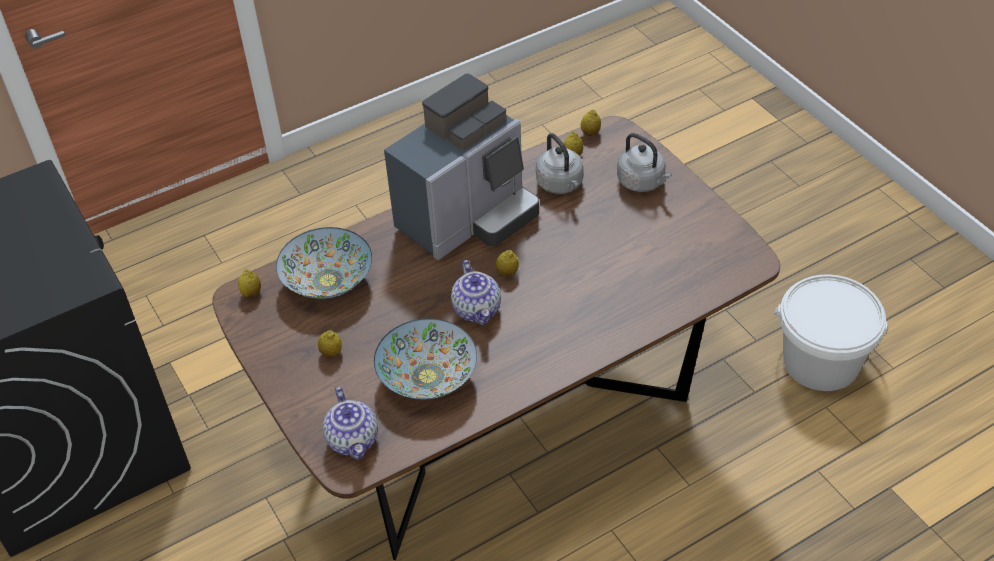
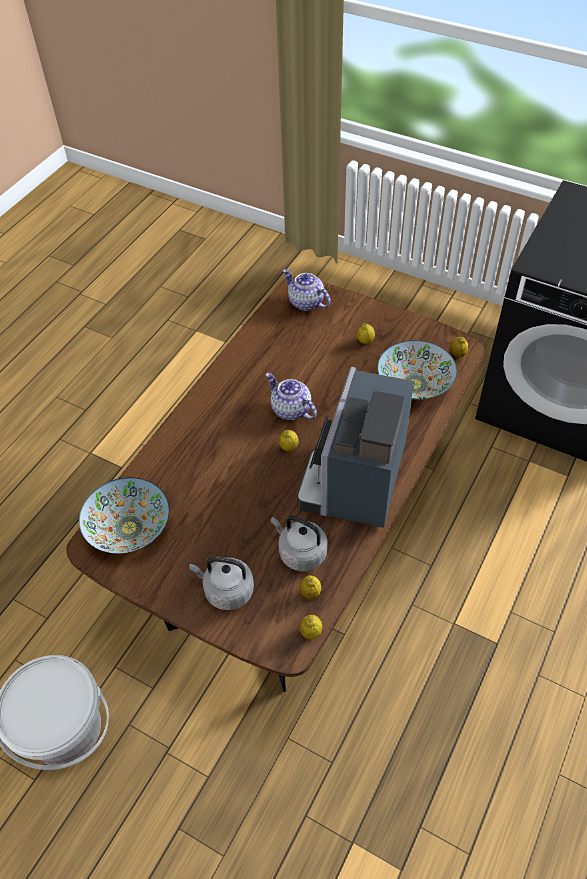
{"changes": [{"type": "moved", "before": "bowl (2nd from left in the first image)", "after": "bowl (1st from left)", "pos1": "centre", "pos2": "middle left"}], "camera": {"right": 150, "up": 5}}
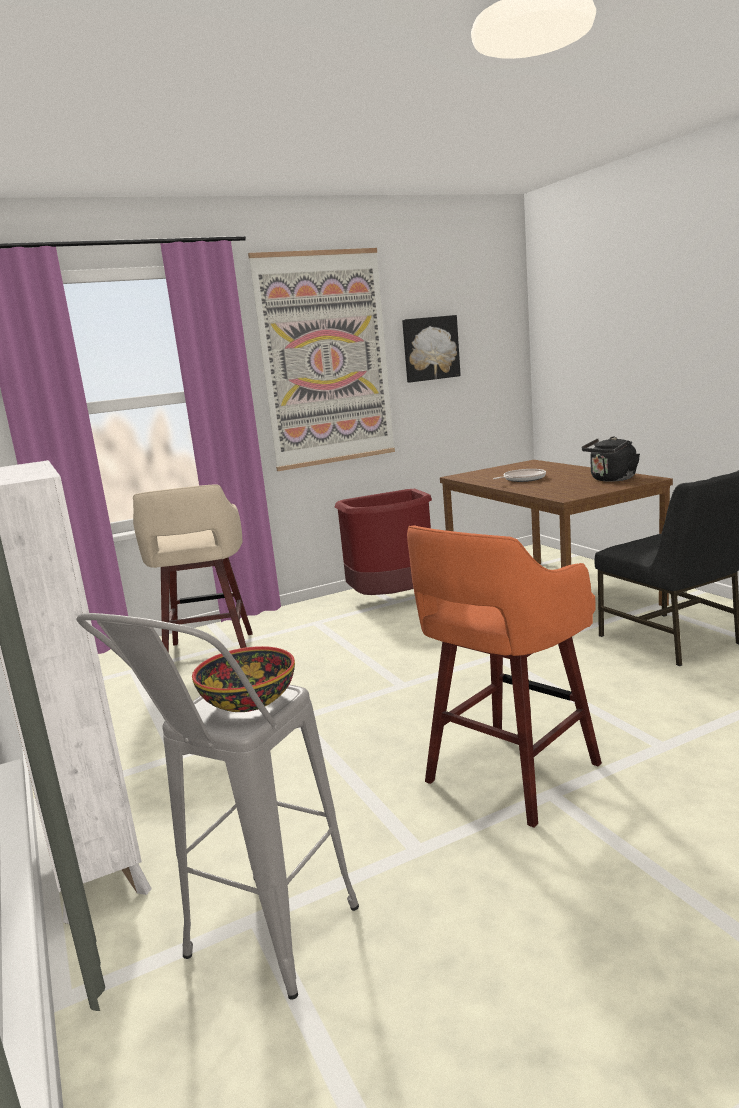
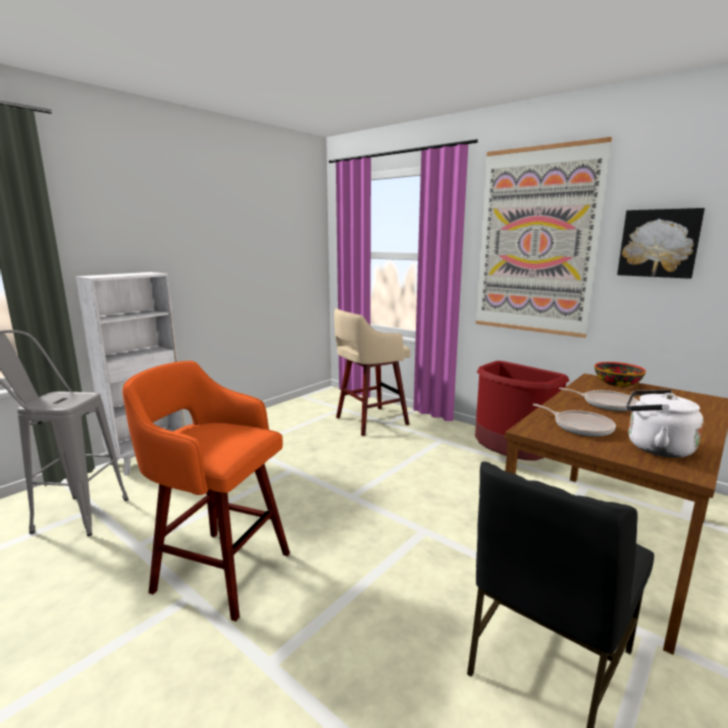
{"changes": [{"type": "moved", "before": "bowl", "pos1": "middle left", "pos2": "middle right"}, {"type": "recoloured", "before": "black kettle", "after": "white kettle", "pos1": "middle right", "pos2": "middle right"}, {"type": "added", "after": "frying pan (1st from left)", "pos2": "middle right"}], "camera": {"right": 65, "up": 0}}
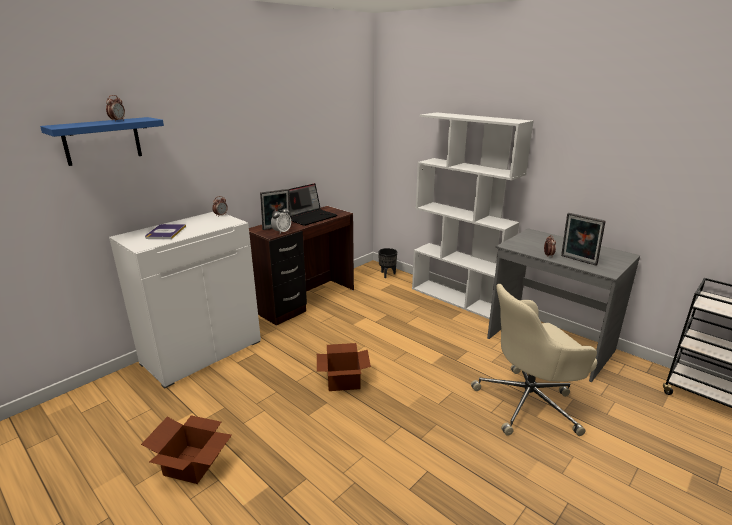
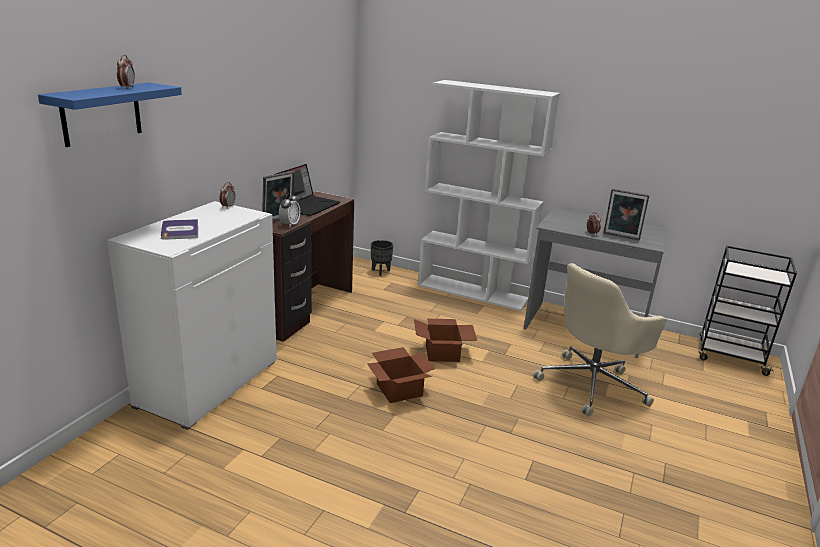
{"changes": [{"type": "moved", "before": "cardboard box (1st from left in the first image)", "after": "cardboard box (2nd from left)", "pos1": "bottom left", "pos2": "centre"}], "camera": {"right": -20, "up": 0}}
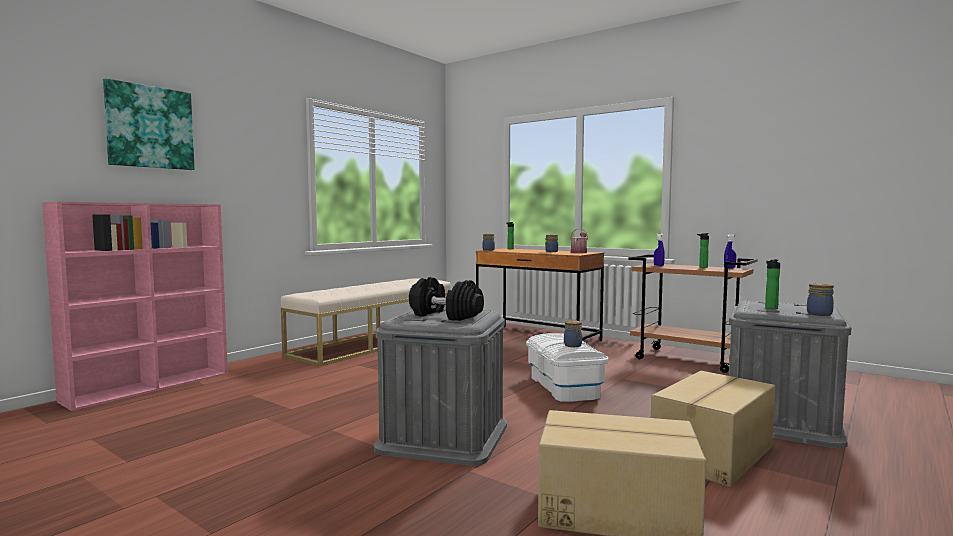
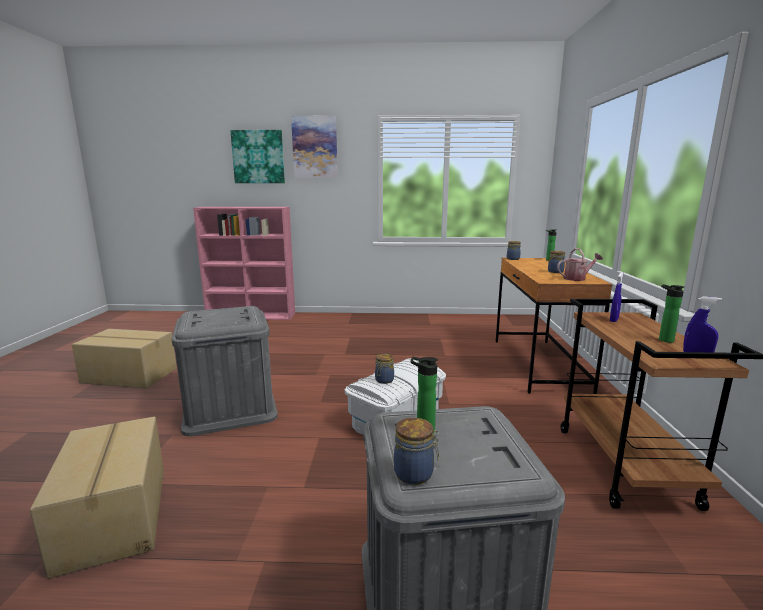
{"changes": [{"type": "removed", "before": "beige bench", "pos1": "centre"}, {"type": "removed", "before": "black dumbbell", "pos1": "centre"}, {"type": "moved", "before": "cardboard box (2nd from left)", "pos1": "bottom right", "pos2": "middle left"}, {"type": "added", "after": "picture (2nd from left)", "pos2": "top centre"}], "camera": {"right": 55, "up": 10}}
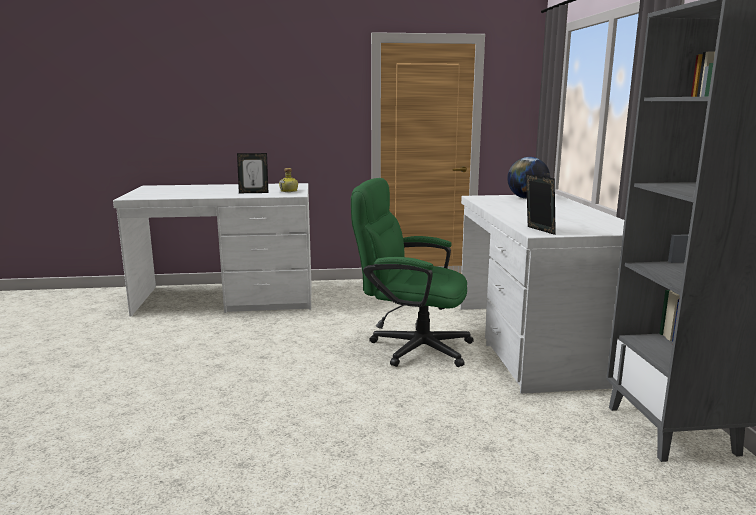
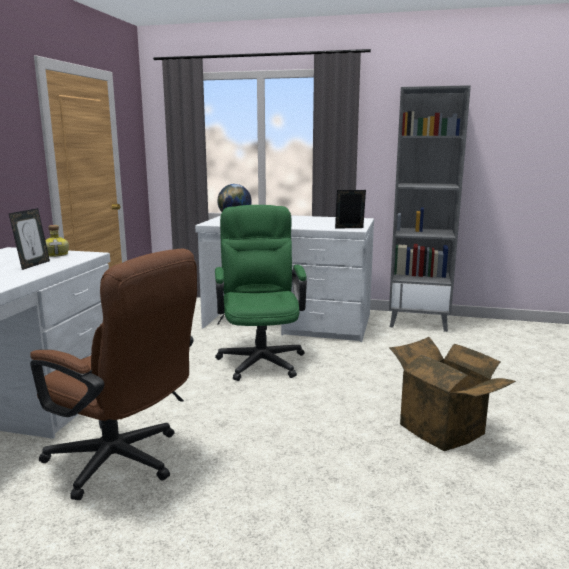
{"changes": [{"type": "turned", "before": "green office chair", "pos1": "centre", "pos2": "centre", "turn": 135}, {"type": "added", "after": "brown office chair", "pos2": "middle left"}, {"type": "added", "after": "cardboard box", "pos2": "bottom right"}], "camera": {"right": -70, "up": 0}}
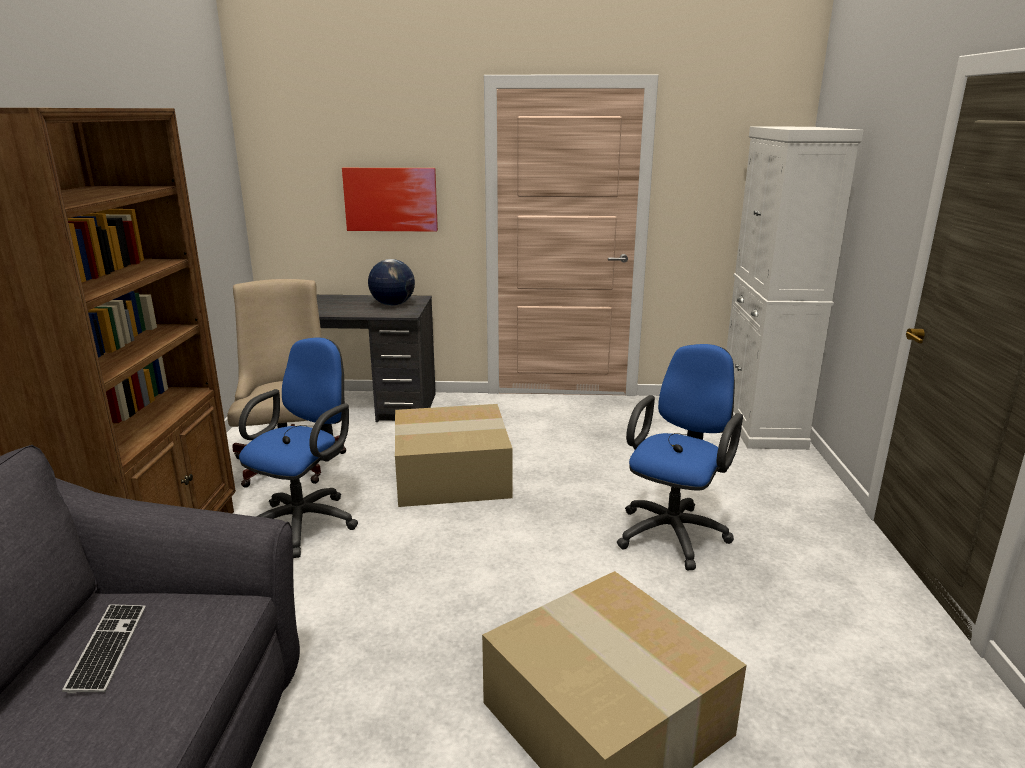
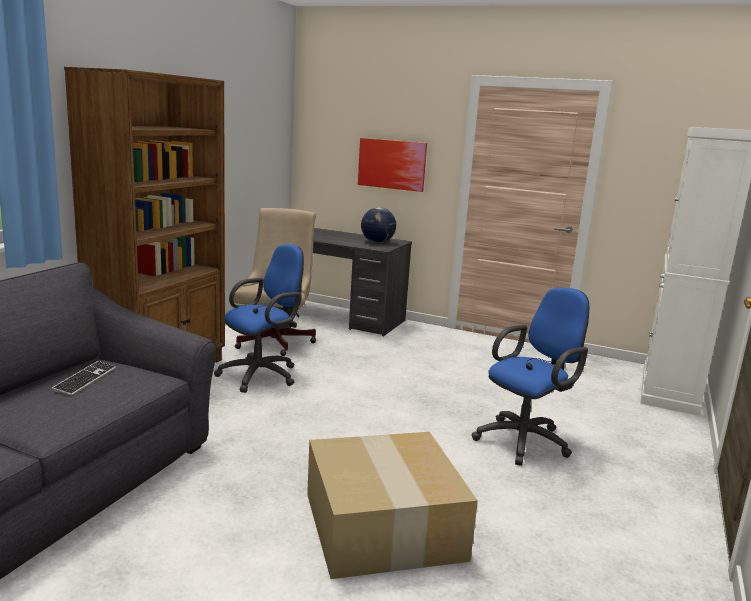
{"changes": [{"type": "removed", "before": "cardboard box (1st from left)", "pos1": "centre"}], "camera": {"right": 20, "up": -5}}
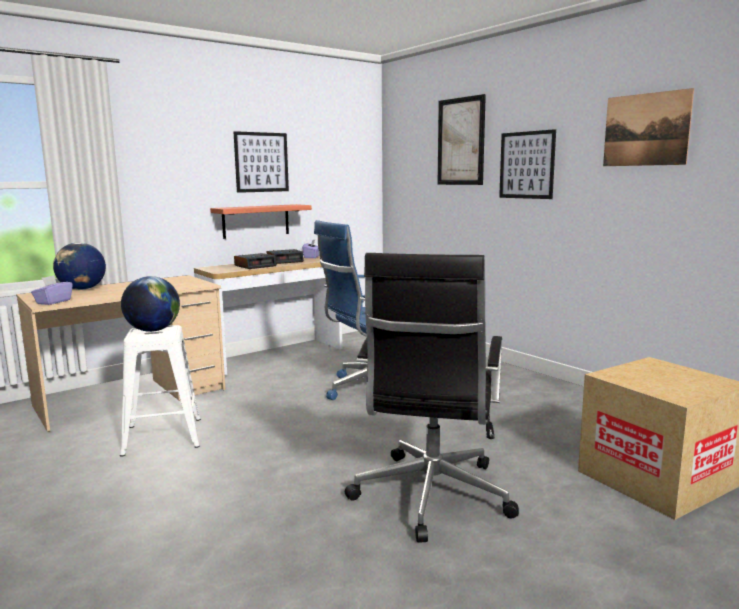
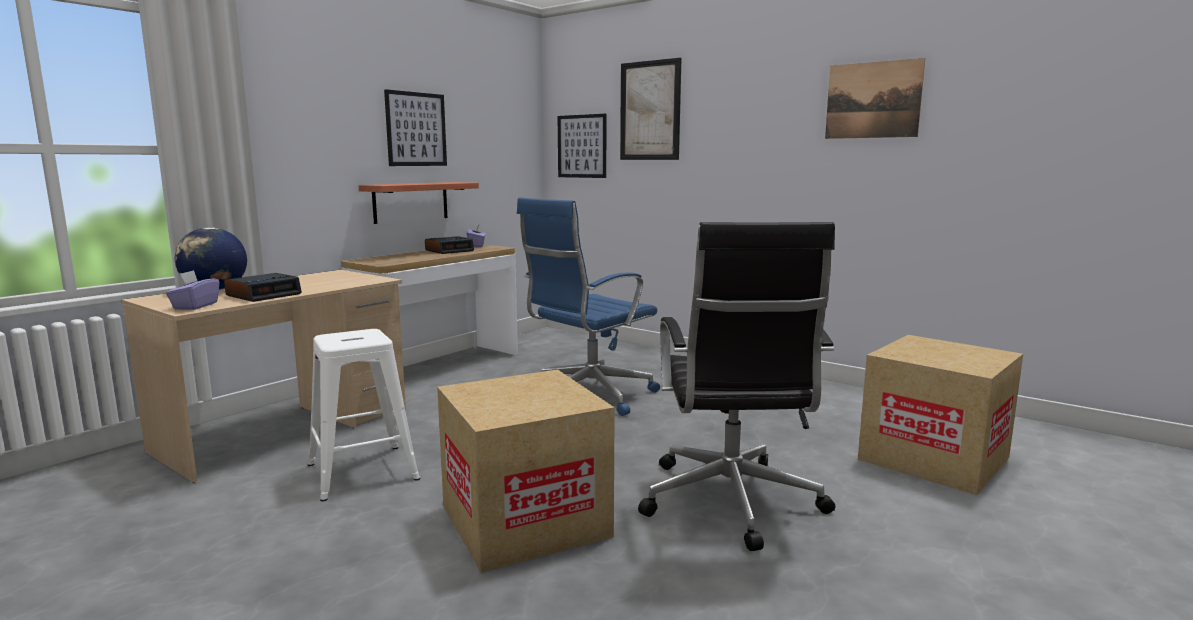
{"changes": [{"type": "removed", "before": "globe (2nd from left)", "pos1": "middle left"}, {"type": "moved", "before": "alarm clock (1st from left)", "pos1": "centre", "pos2": "middle left"}, {"type": "moved", "before": "picture (3rd from left in the first image)", "after": "picture (2nd from left)", "pos1": "top right", "pos2": "top centre"}, {"type": "added", "after": "cardboard box (1st from left)", "pos2": "bottom centre"}], "camera": {"right": -15, "up": 0}}
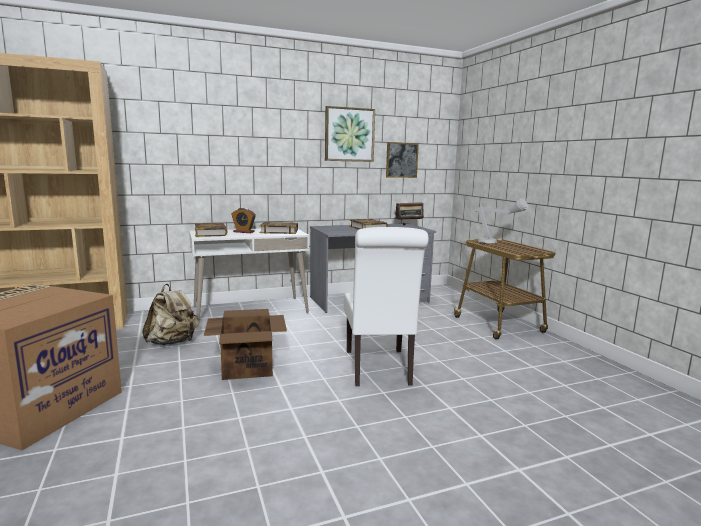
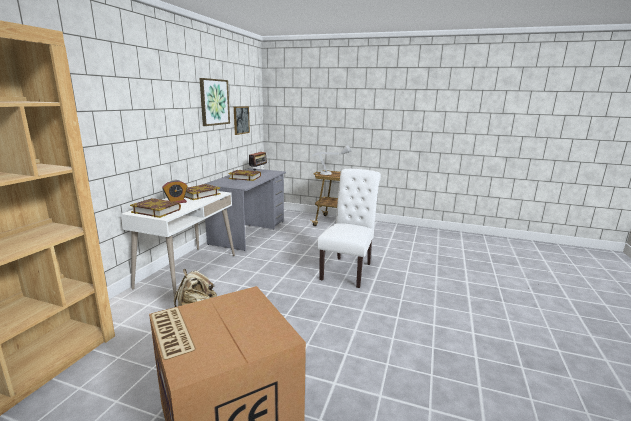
{"changes": [{"type": "removed", "before": "cardboard box (2nd from left)", "pos1": "centre"}, {"type": "turned", "before": "white chair", "pos1": "centre", "pos2": "centre", "turn": -105}], "camera": {"right": -50, "up": 5}}
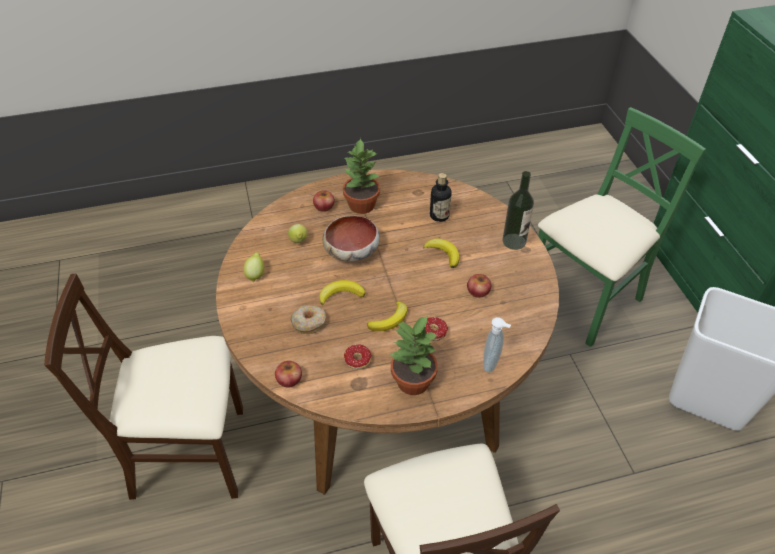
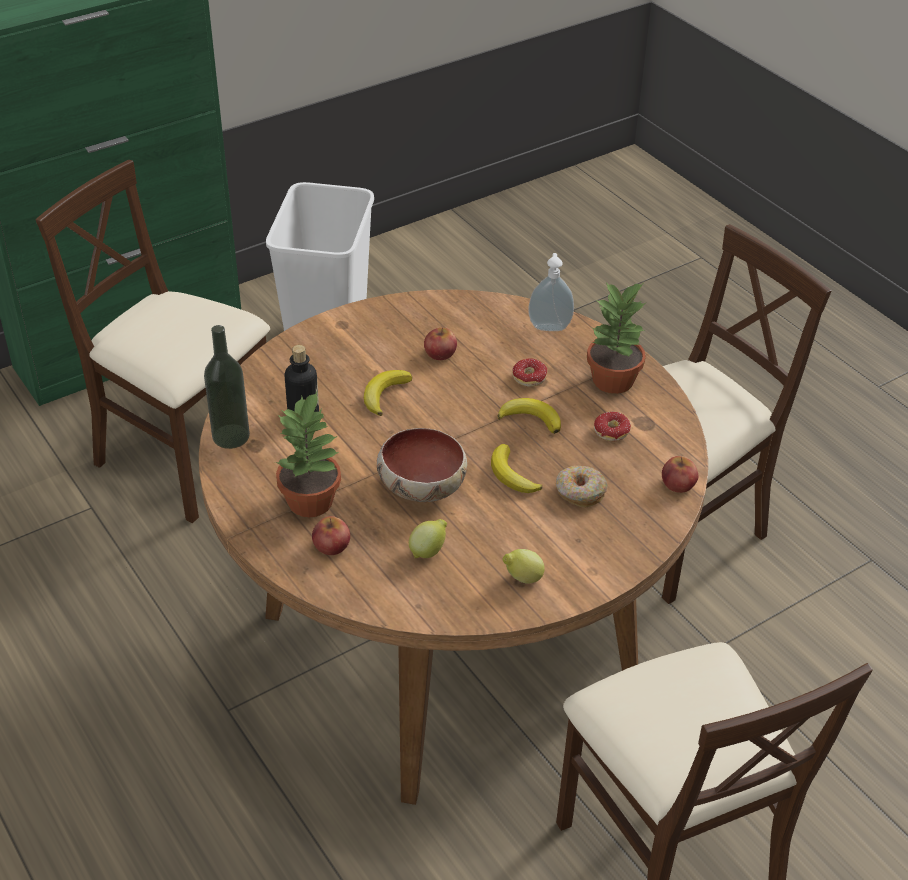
{"changes": [{"type": "moved", "before": "bottle (2nd from left in the first image)", "after": "bottle (1st from left)", "pos1": "middle right", "pos2": "middle left"}, {"type": "recoloured", "before": "green chair", "after": "beige chair (1st from left)", "pos1": "middle right", "pos2": "middle left"}], "camera": {"right": -110, "up": -5}}
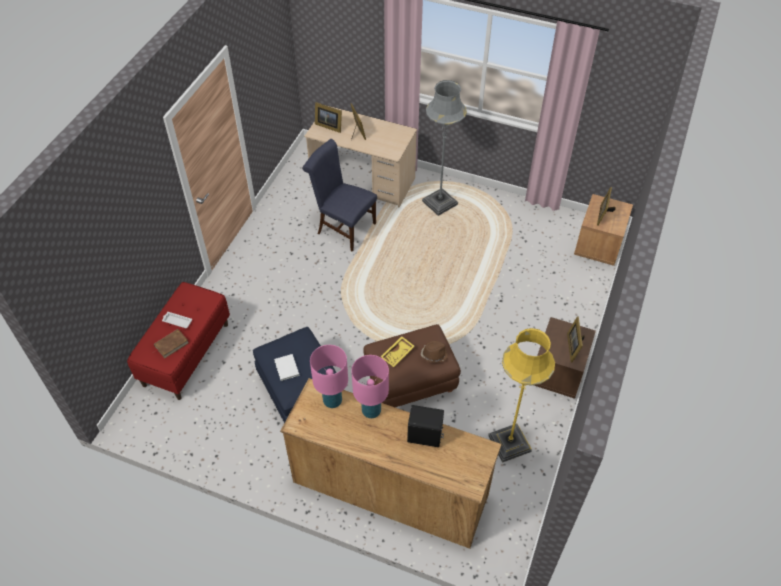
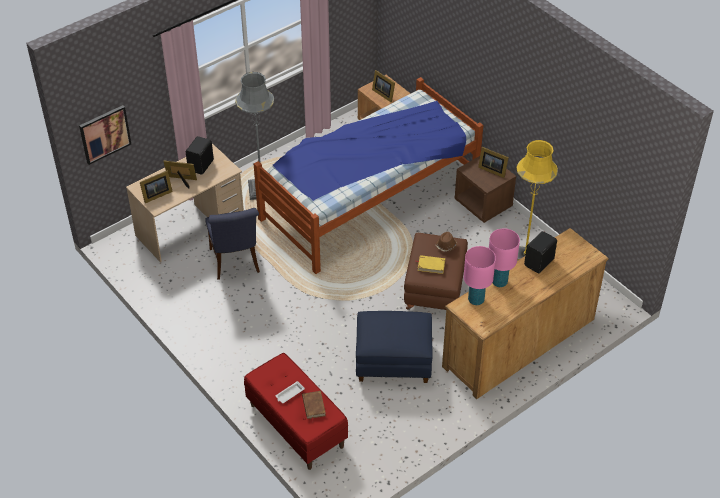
{"changes": [{"type": "removed", "before": "white book", "pos1": "centre"}, {"type": "turned", "before": "blue chair", "pos1": "top centre", "pos2": "middle left", "turn": -75}, {"type": "replaced", "before": "yellow tray", "after": "yellow book", "pos1": "centre", "pos2": "centre"}, {"type": "added", "after": "picture", "pos2": "top left"}, {"type": "added", "after": "black speaker (1st from left)", "pos2": "top left"}, {"type": "added", "after": "bed", "pos2": "centre"}], "camera": {"right": -60, "up": -5}}
